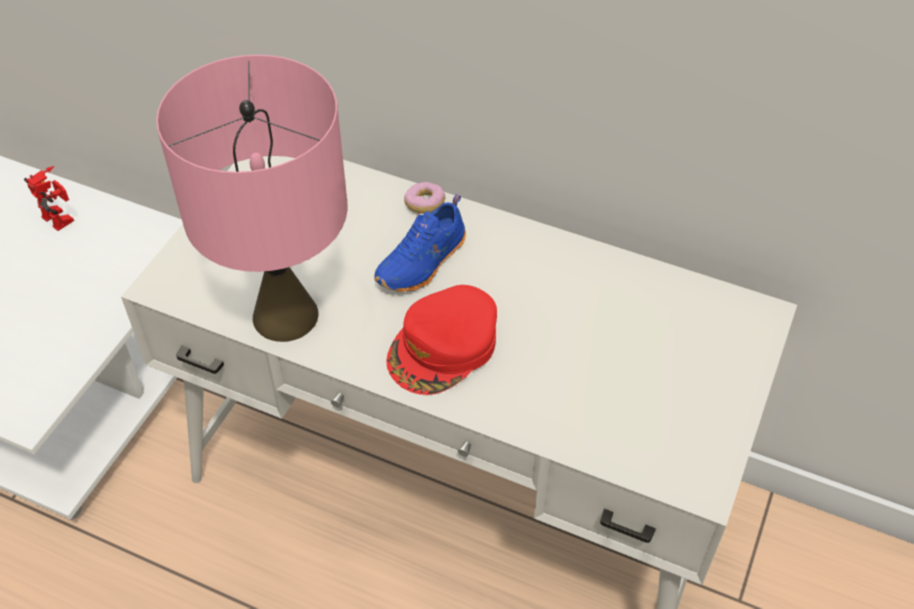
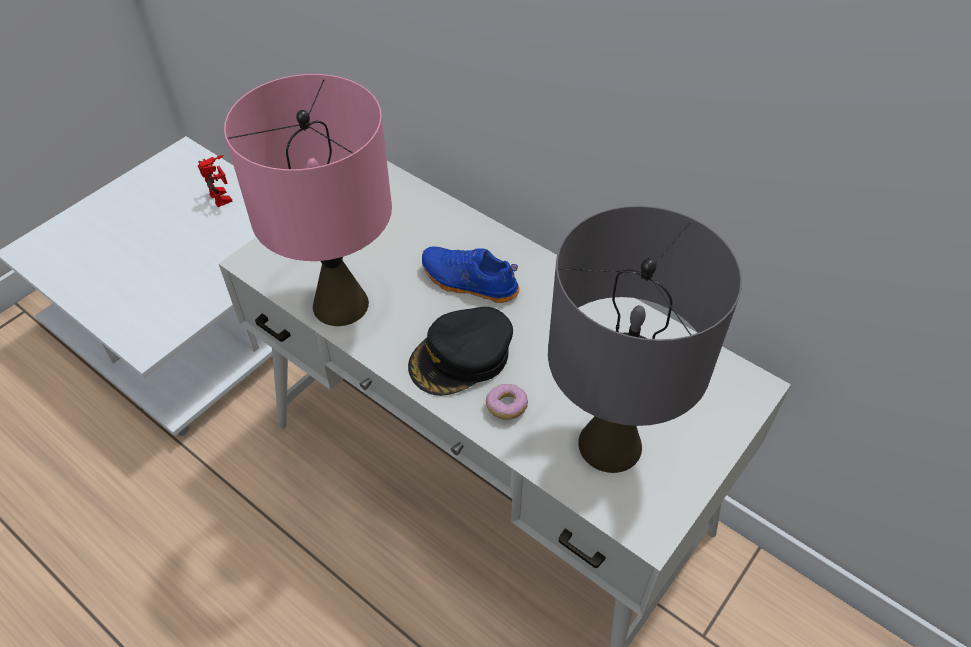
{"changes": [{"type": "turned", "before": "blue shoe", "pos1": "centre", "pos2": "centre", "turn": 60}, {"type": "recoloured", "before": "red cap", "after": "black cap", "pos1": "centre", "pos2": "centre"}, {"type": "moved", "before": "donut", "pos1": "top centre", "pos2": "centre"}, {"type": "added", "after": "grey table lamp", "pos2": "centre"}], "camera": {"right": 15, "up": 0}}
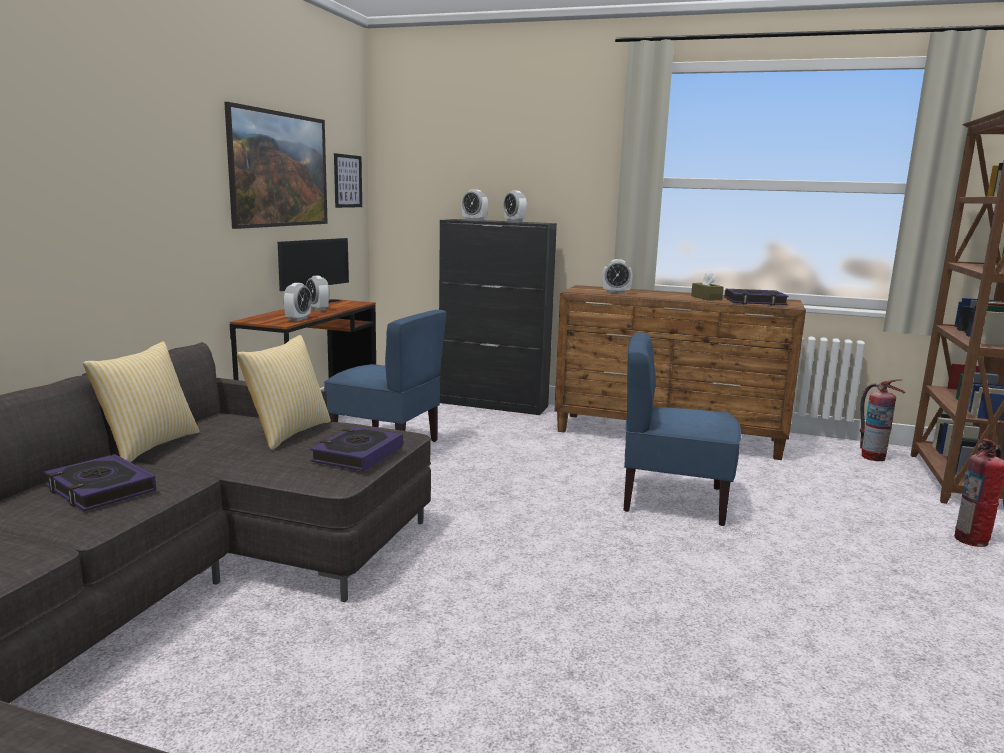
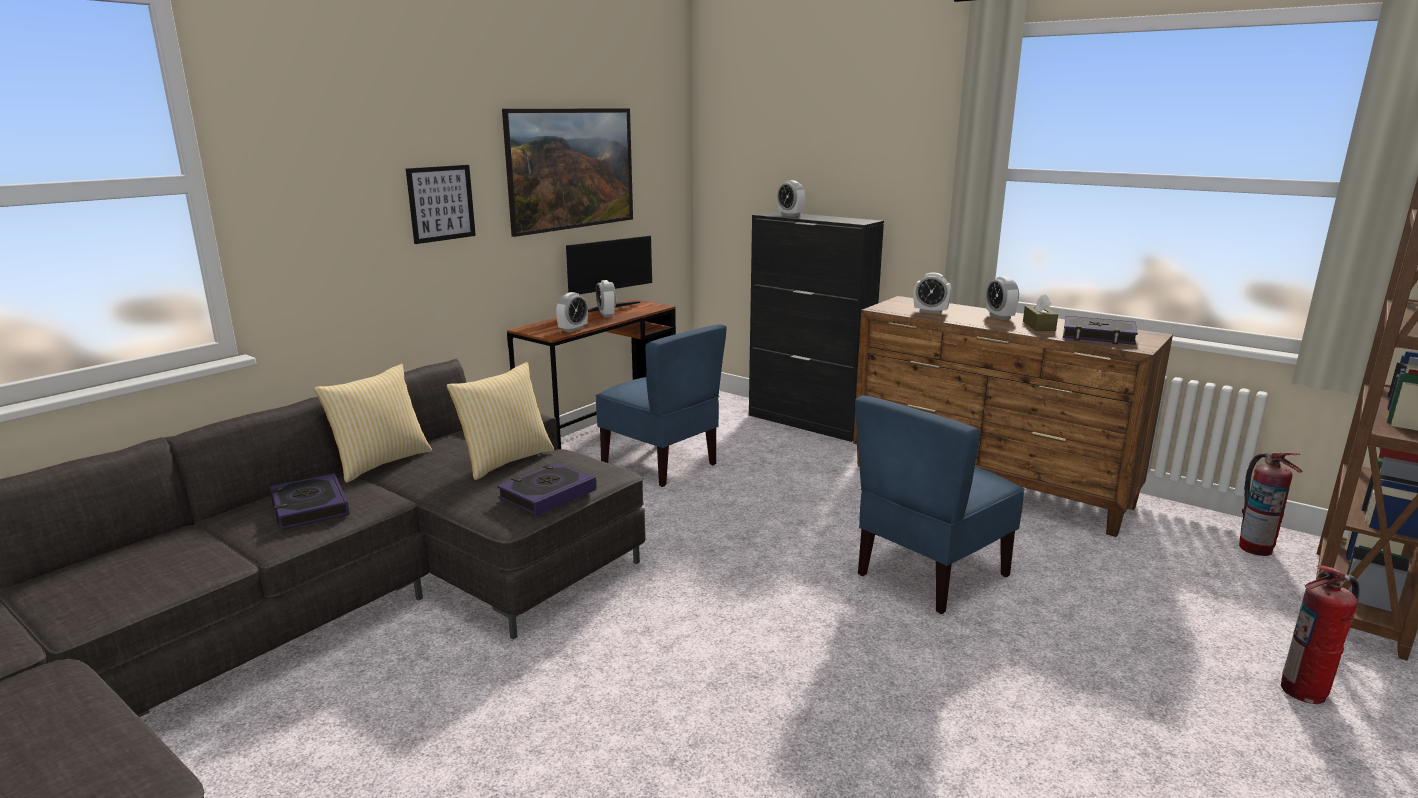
{"changes": [{"type": "moved", "before": "picture (2nd from left in the first image)", "after": "picture (1st from left)", "pos1": "top centre", "pos2": "top left"}, {"type": "moved", "before": "alarm clock (4th from left in the first image)", "after": "alarm clock (5th from left)", "pos1": "top centre", "pos2": "middle right"}, {"type": "turned", "before": "blue chair (2nd from left)", "pos1": "middle right", "pos2": "centre", "turn": -75}], "camera": {"right": 20, "up": 5}}
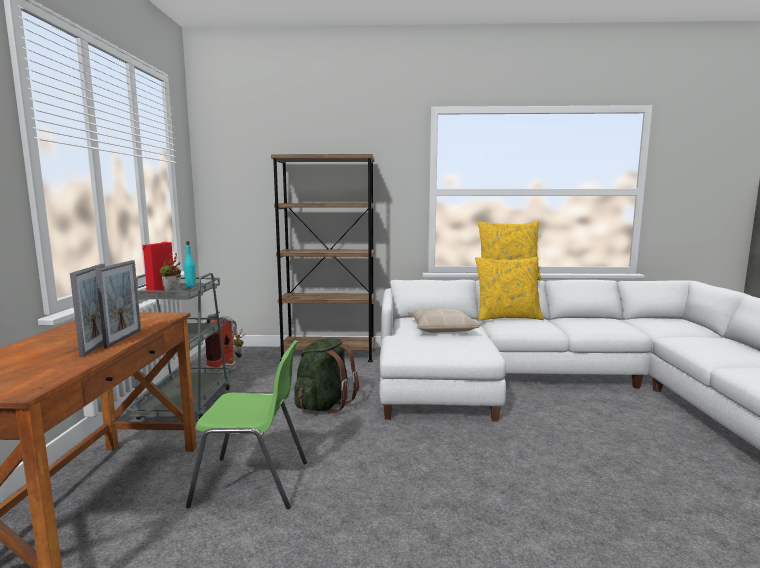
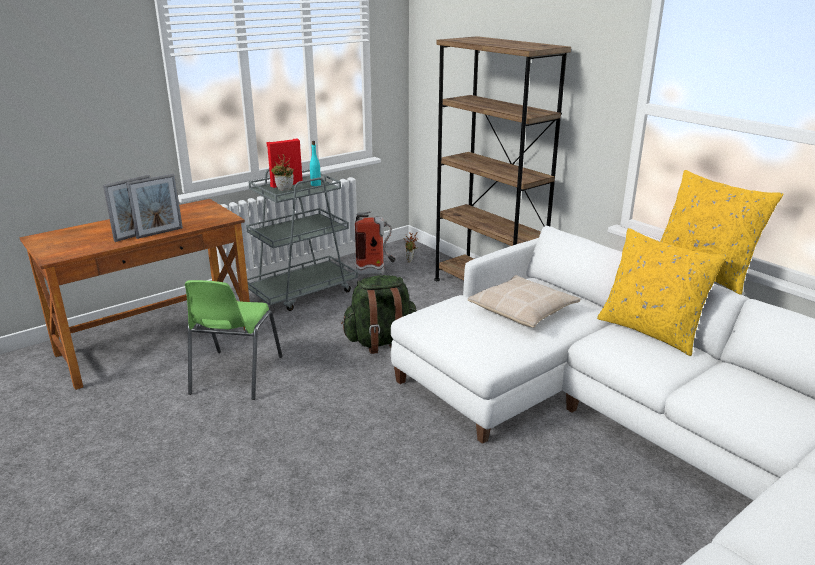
{"changes": [{"type": "turned", "before": "green chair", "pos1": "bottom left", "pos2": "middle left", "turn": 45}], "camera": {"right": 50, "up": 15}}
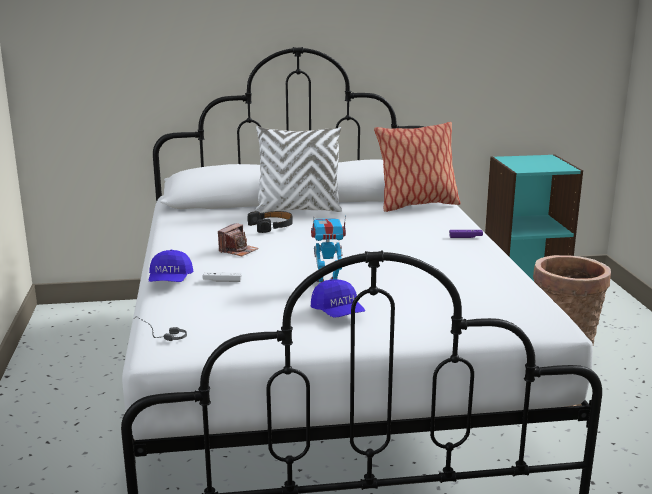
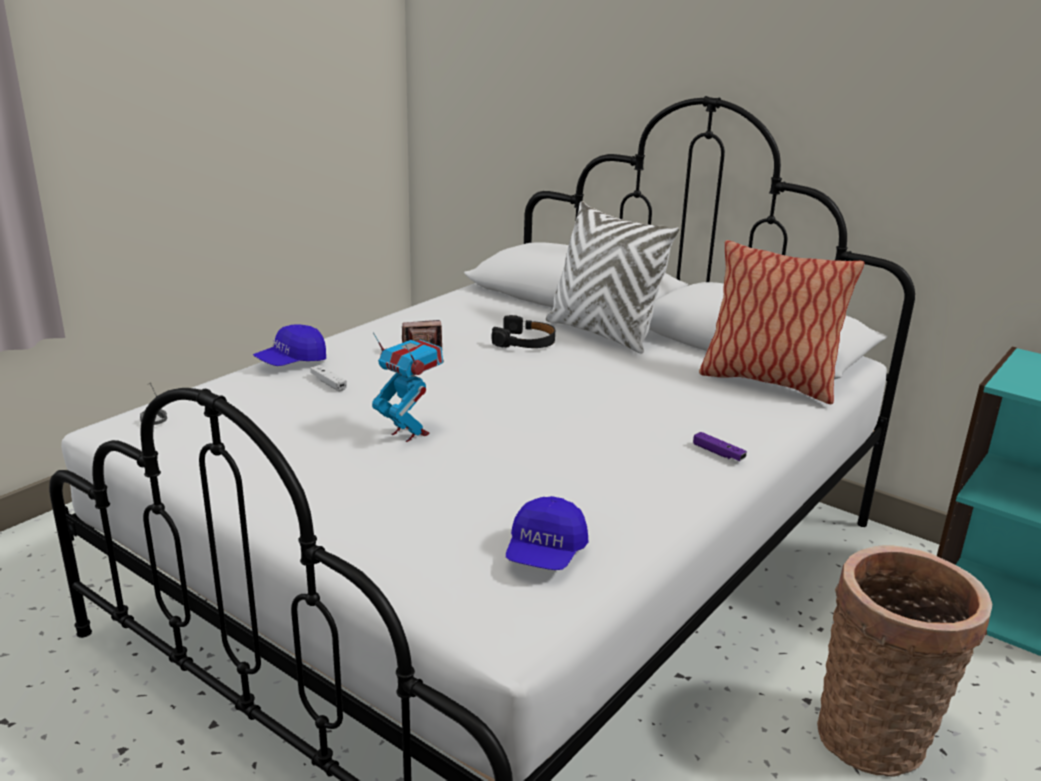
{"changes": [{"type": "moved", "before": "blue cap (2nd from left)", "pos1": "centre", "pos2": "bottom centre"}], "camera": {"right": 45, "up": 5}}
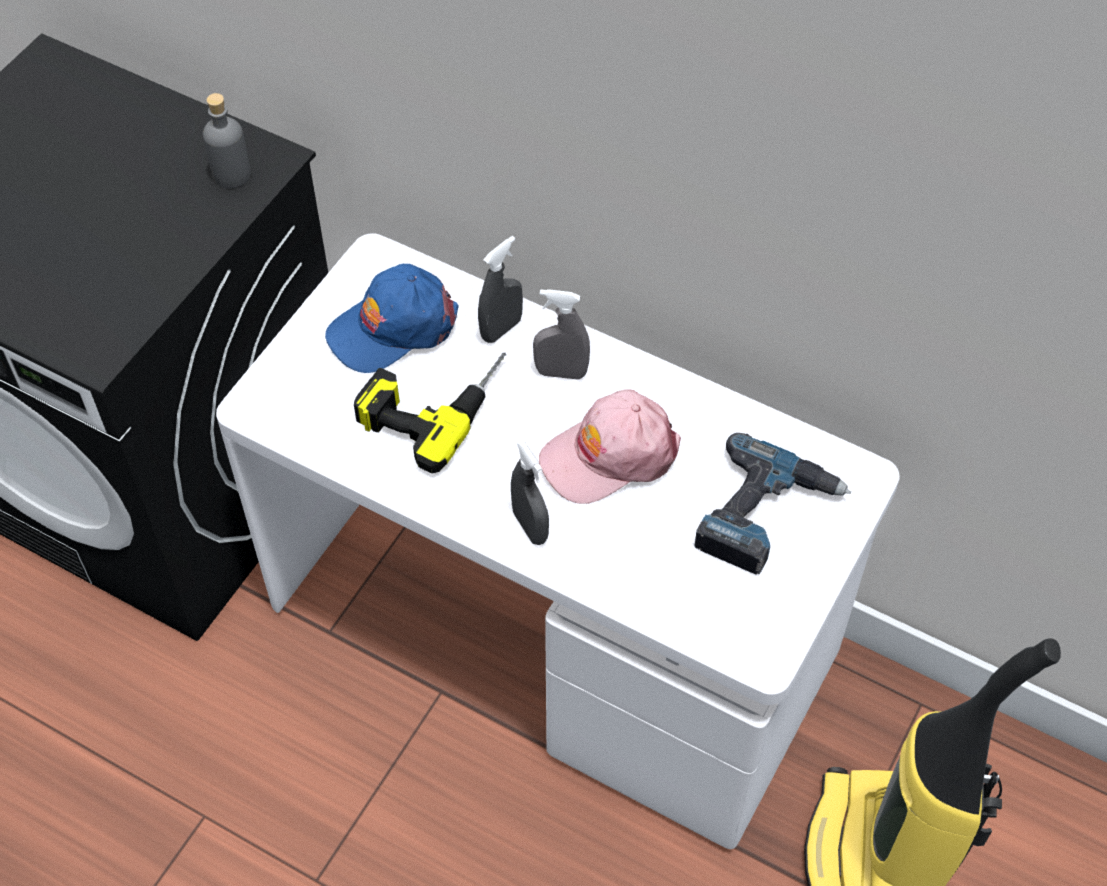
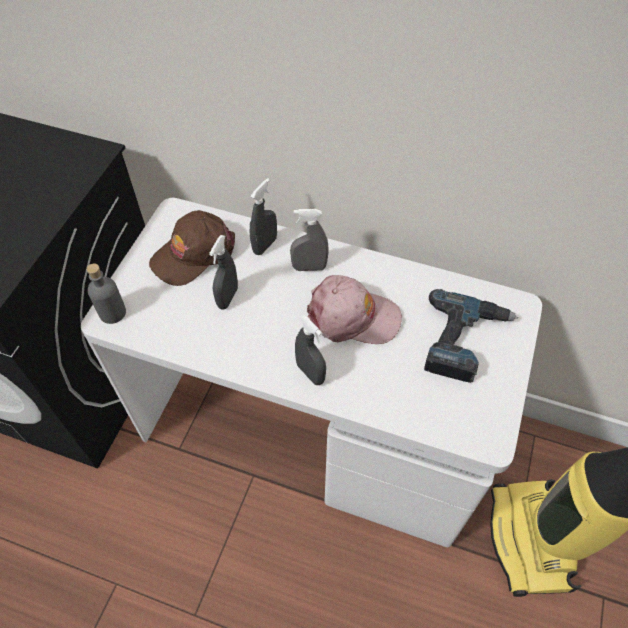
{"changes": [{"type": "moved", "before": "grey bottle", "pos1": "top left", "pos2": "middle left"}, {"type": "recoloured", "before": "blue cap", "after": "brown cap", "pos1": "centre", "pos2": "middle left"}, {"type": "replaced", "before": "power drill (1st from left)", "after": "grey spray bottle (1st from left)", "pos1": "centre", "pos2": "centre"}, {"type": "turned", "before": "pink cap", "pos1": "centre", "pos2": "centre", "turn": -135}], "camera": {"right": -10, "up": 0}}
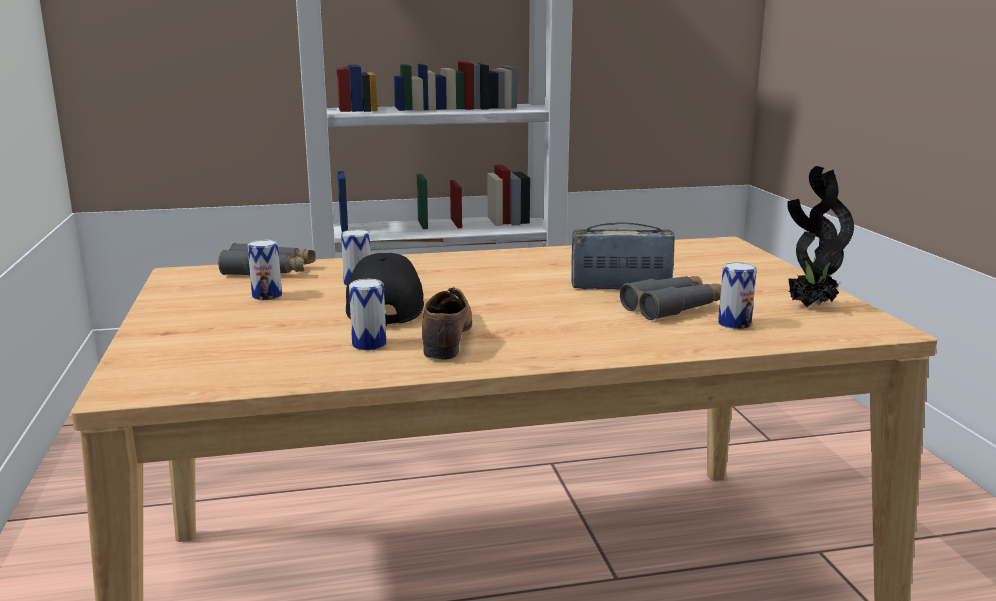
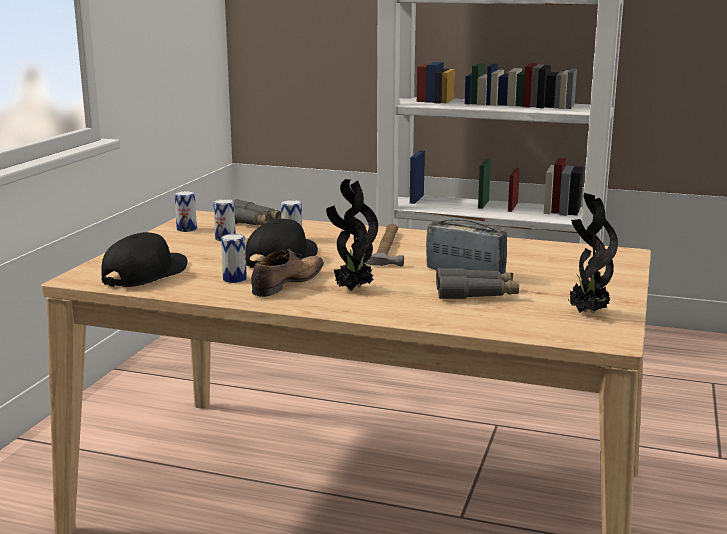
{"changes": [{"type": "moved", "before": "can (4th from left in the first image)", "after": "can (1st from left)", "pos1": "middle right", "pos2": "middle left"}, {"type": "added", "after": "black cap (1st from left)", "pos2": "middle left"}, {"type": "added", "after": "potted plant (1st from left)", "pos2": "centre"}, {"type": "added", "after": "hammer", "pos2": "centre"}], "camera": {"right": 30, "up": 0}}
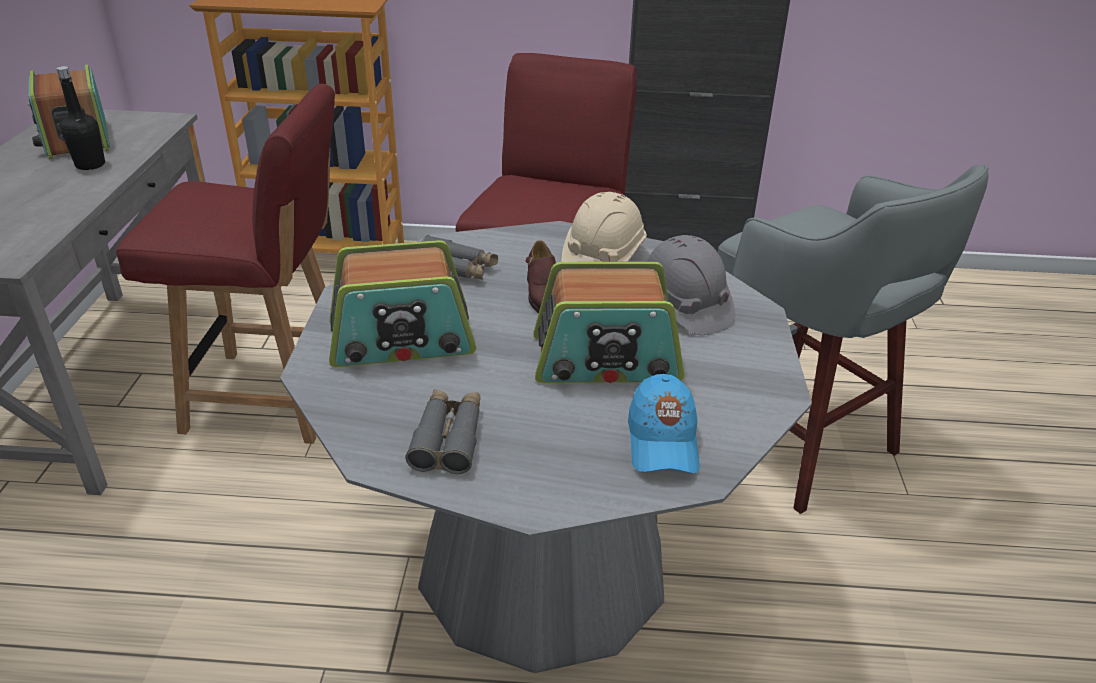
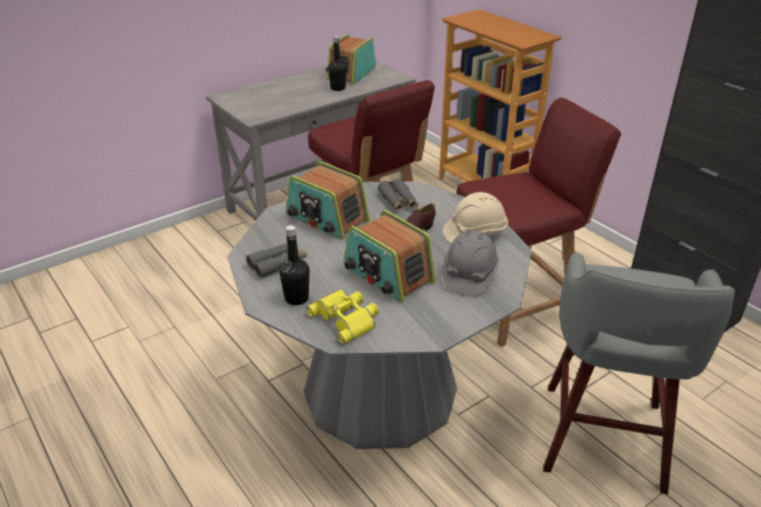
{"changes": [{"type": "replaced", "before": "blue cap", "after": "yellow binoculars", "pos1": "centre", "pos2": "centre"}, {"type": "added", "after": "black bottle (1st from left)", "pos2": "centre"}], "camera": {"right": 50, "up": 0}}
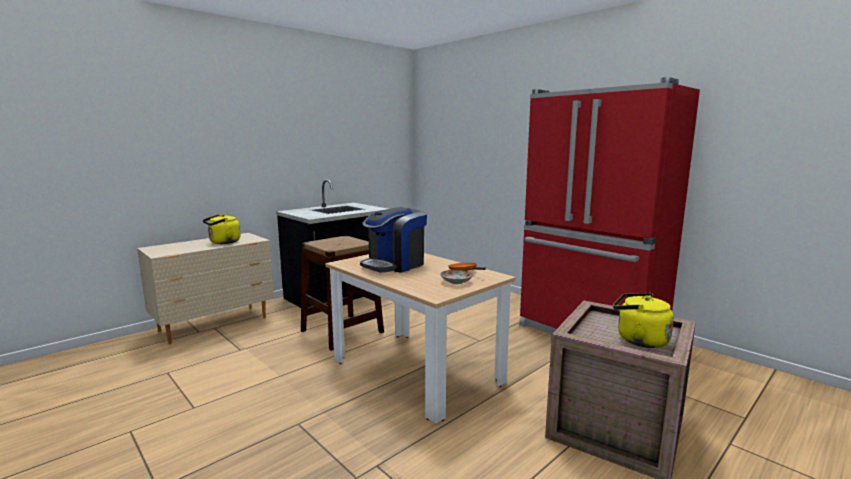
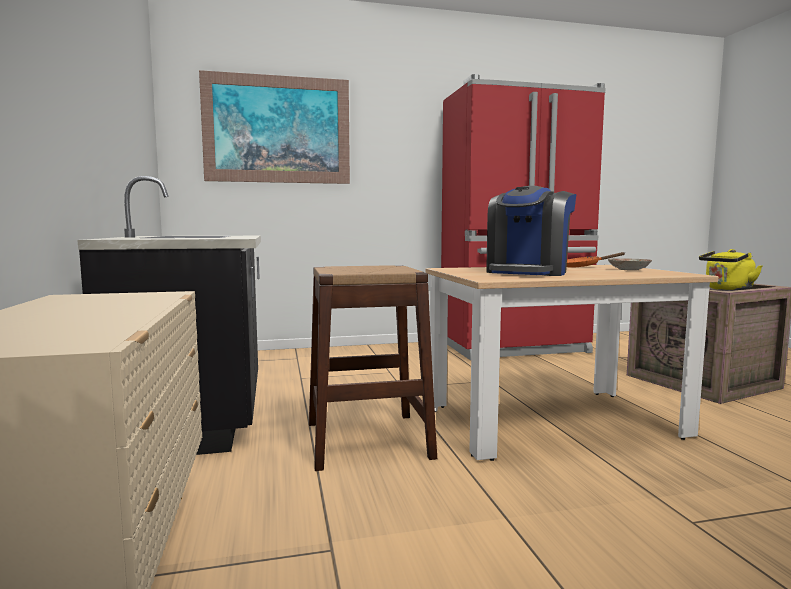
{"changes": [{"type": "removed", "before": "yellow kettle (1st from left)", "pos1": "middle left"}, {"type": "turned", "before": "coffee machine", "pos1": "centre", "pos2": "middle right", "turn": 45}, {"type": "added", "after": "picture", "pos2": "top centre"}], "camera": {"right": -60, "up": -5}}
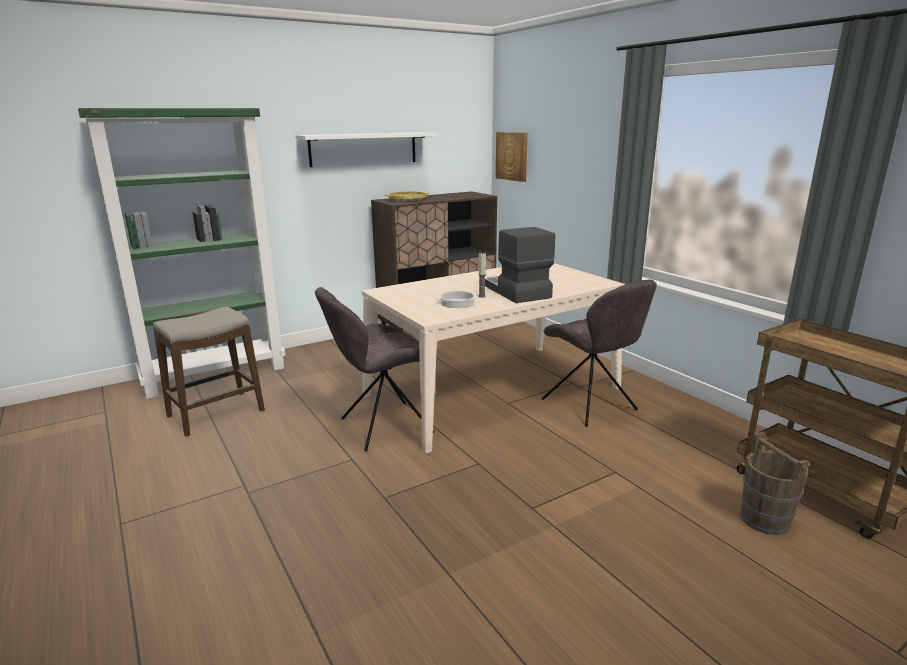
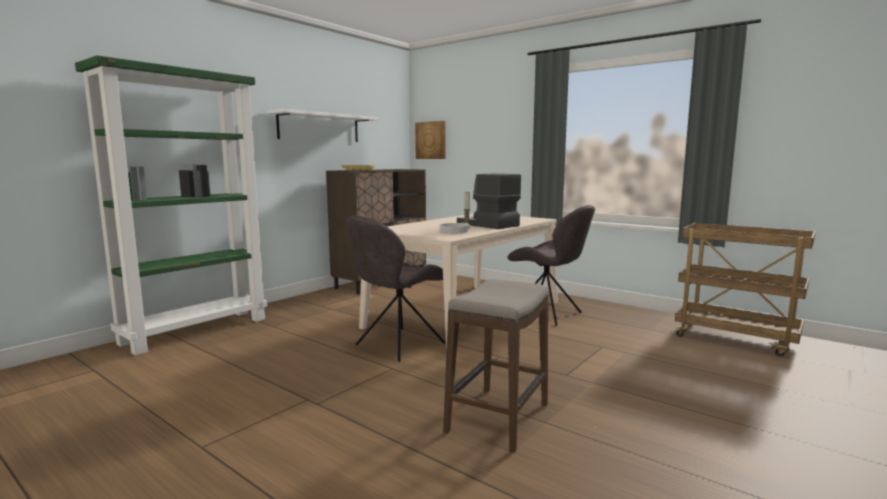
{"changes": [{"type": "moved", "before": "stool", "pos1": "middle left", "pos2": "bottom centre"}, {"type": "removed", "before": "brown bucket", "pos1": "bottom right"}], "camera": {"right": -20, "up": -10}}
